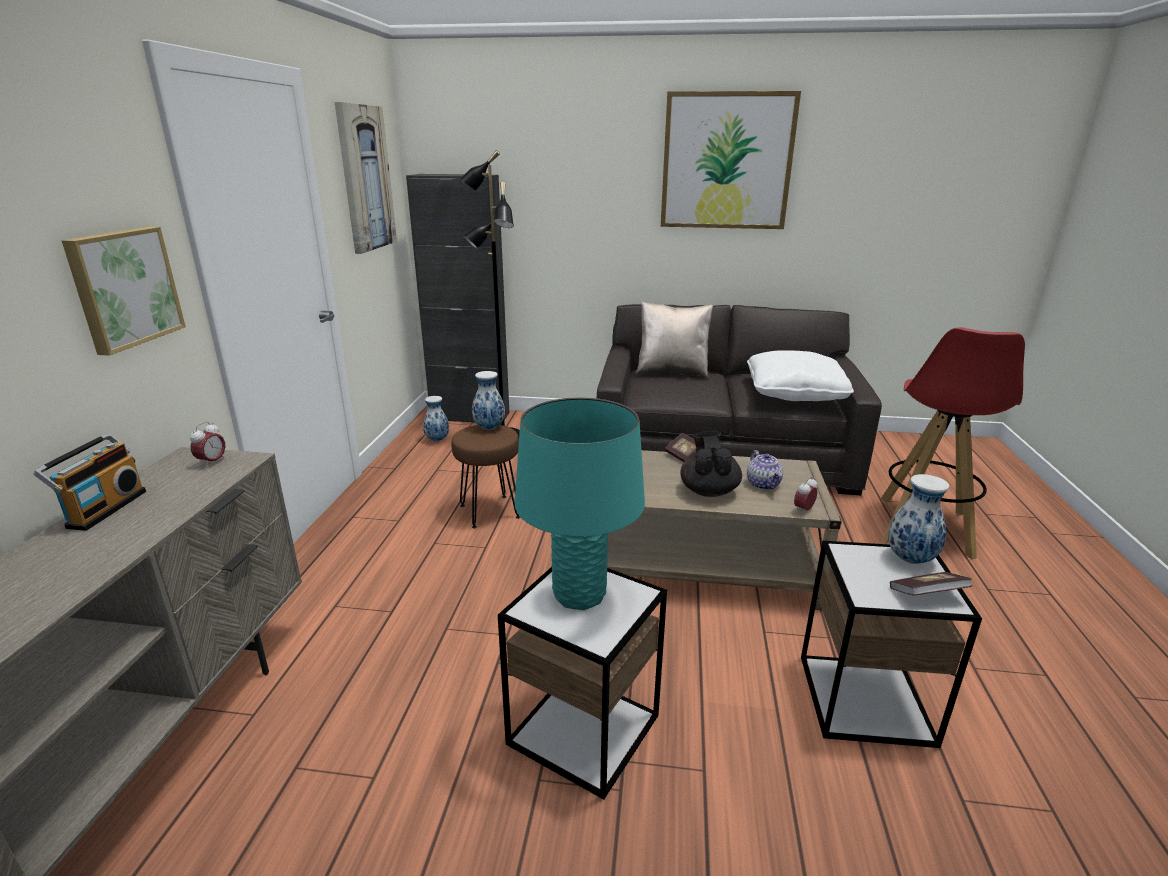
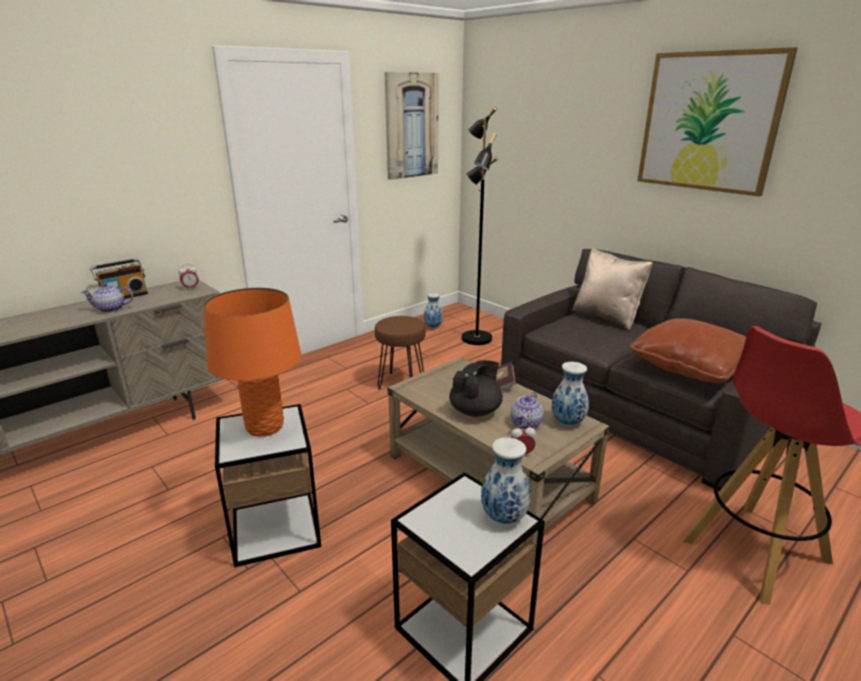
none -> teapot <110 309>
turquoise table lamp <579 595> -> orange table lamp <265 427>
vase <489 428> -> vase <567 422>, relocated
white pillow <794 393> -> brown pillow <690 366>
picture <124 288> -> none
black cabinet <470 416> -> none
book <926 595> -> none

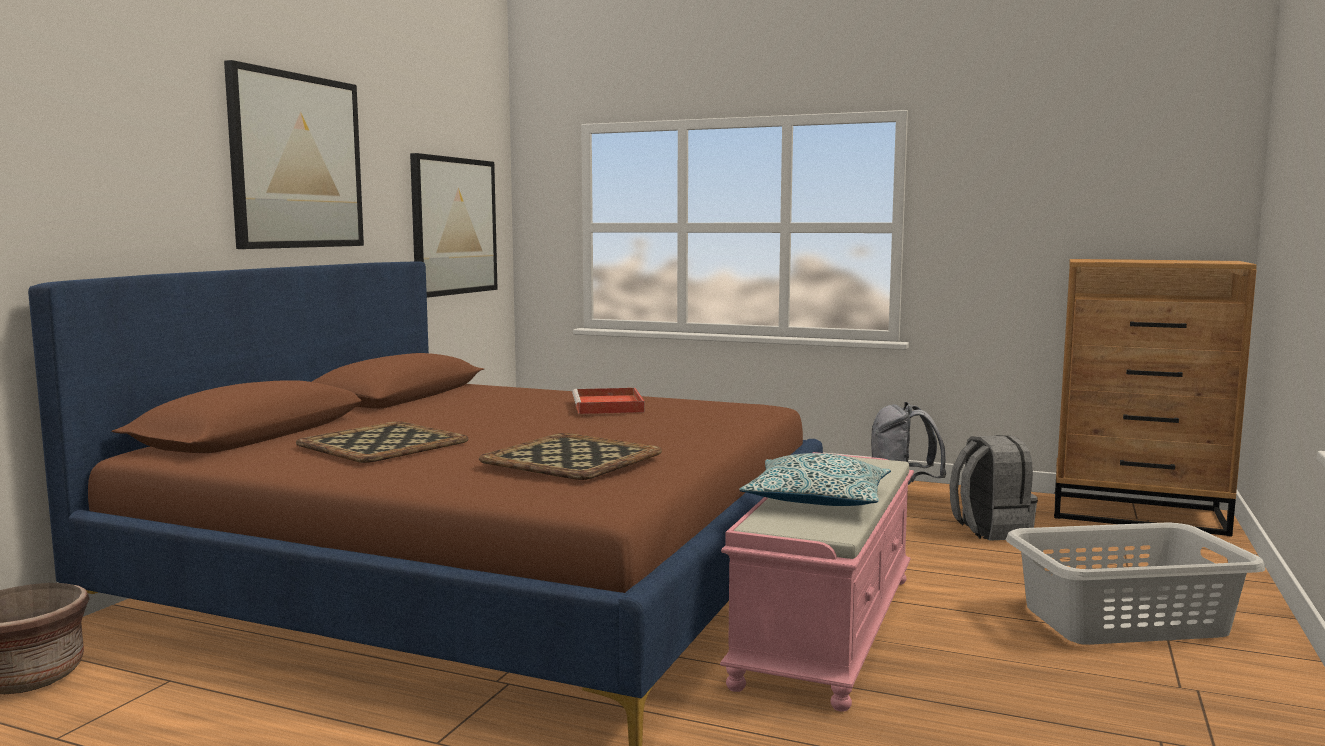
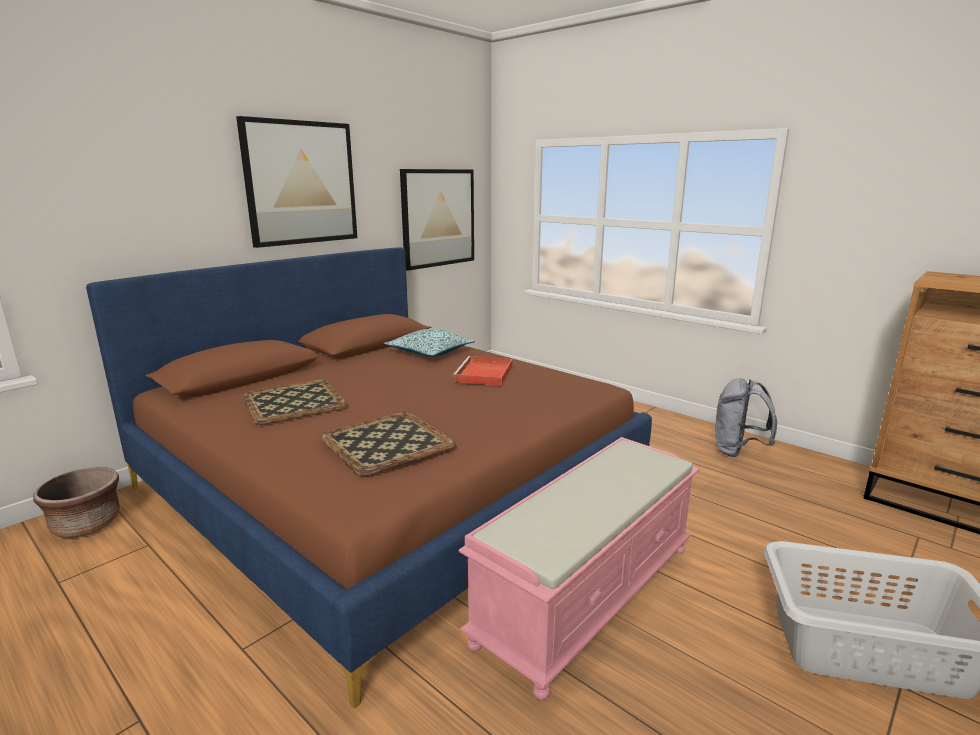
pillow <817 500> -> pillow <429 352>, relocated
grey backpack <989 530> -> none

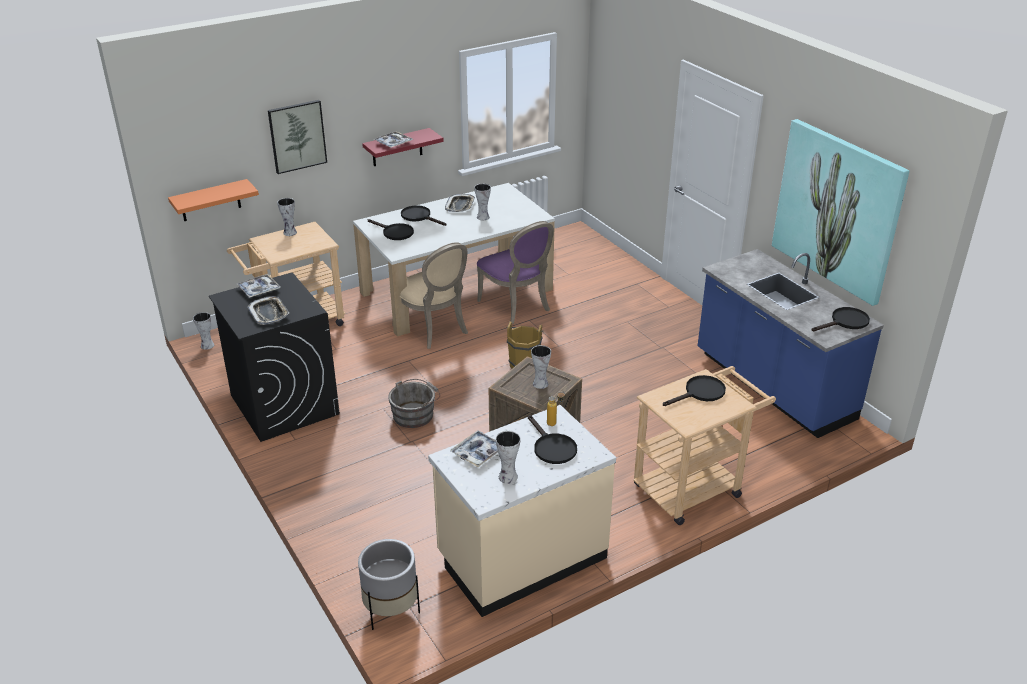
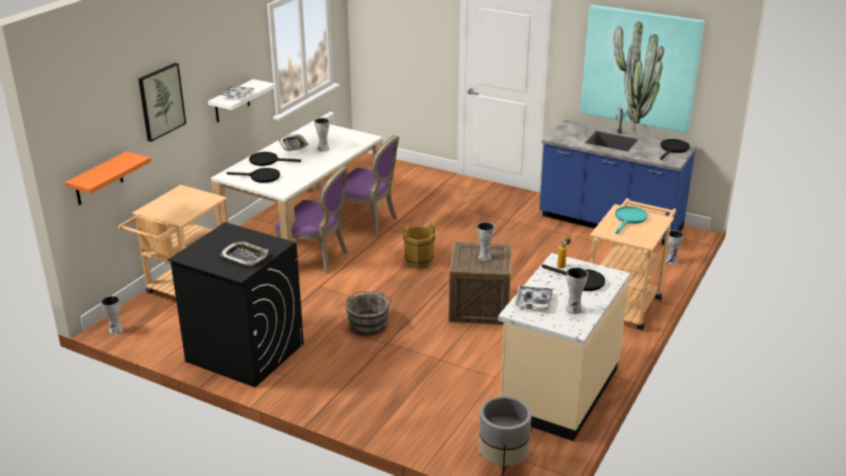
red shelf <397 147> -> white shelf <232 101>
beige chair <434 329> -> purple chair <317 258>
black frying pan <700 393> -> turquoise frying pan <629 219>
vase <290 233> -> vase <672 261>, relocated
tray <259 290> -> none

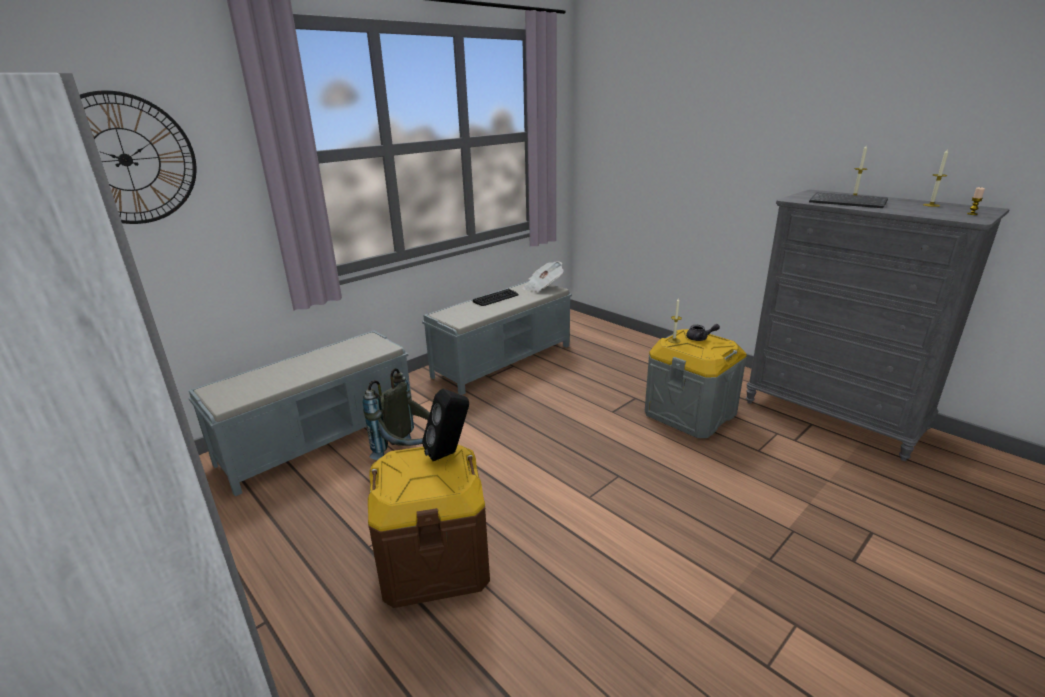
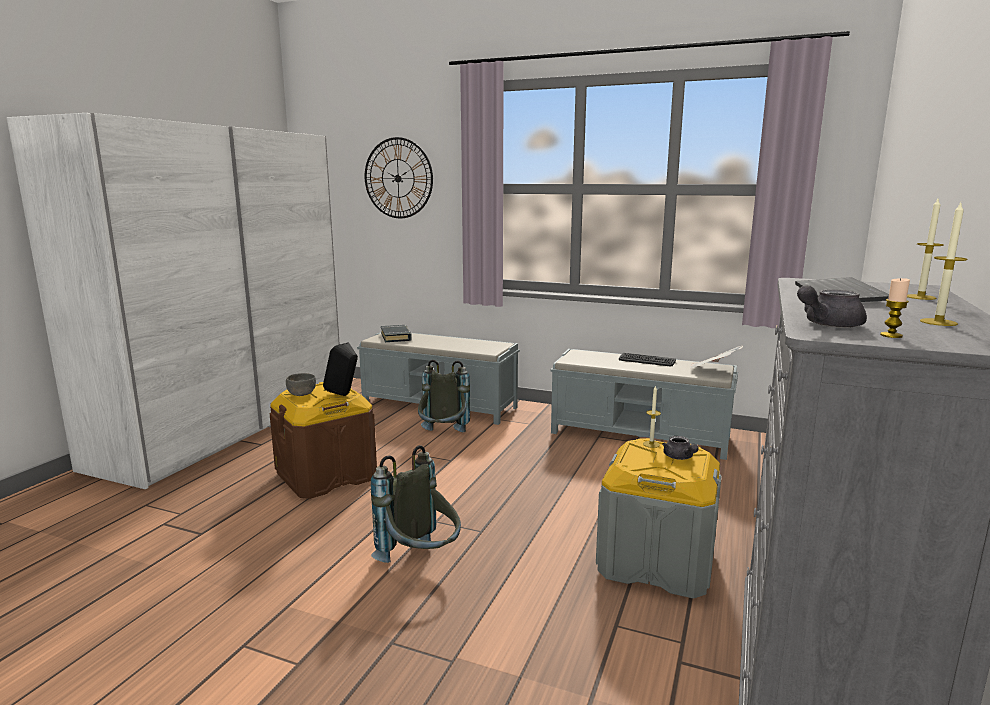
none -> grey bowl <301 393>
none -> grey backpack <421 561>
none -> black book <396 337>
none -> grey teapot <826 325>

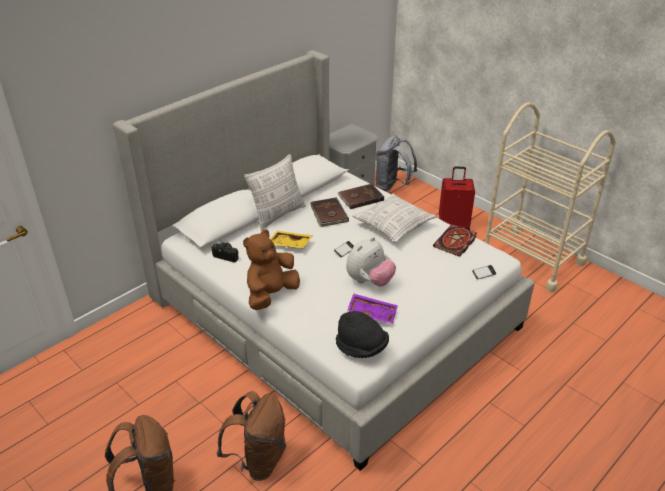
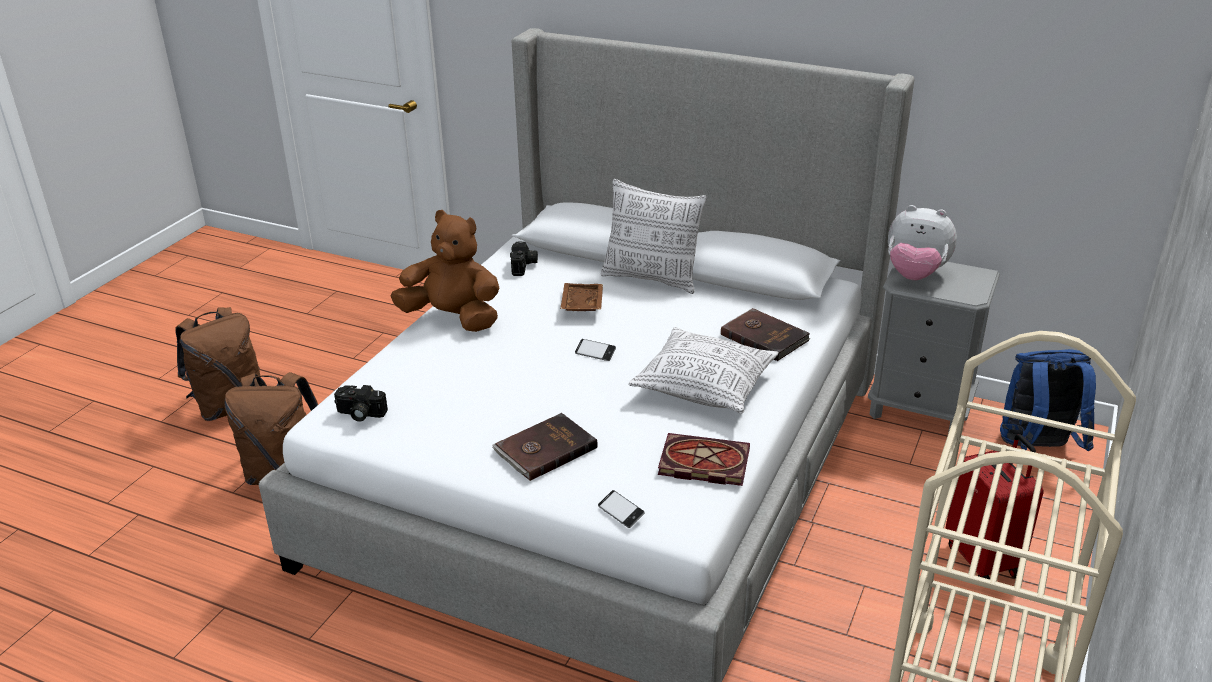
black hat <361 348> -> photo camera <360 414>
brown book <328 214> -> brown book <544 449>, relocated
yellow tray <289 244> -> brown tray <581 305>
plush toy <369 281> -> plush toy <915 275>, relocated
grey backpack <392 186> -> blue backpack <1036 448>
purple tray <372 313> -> none

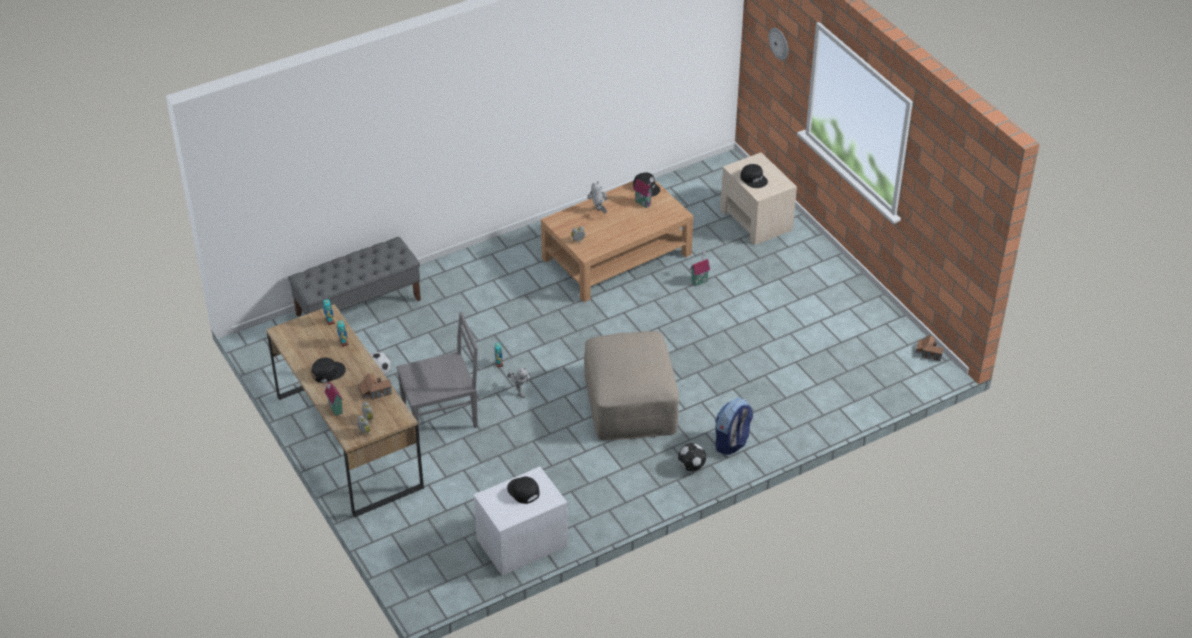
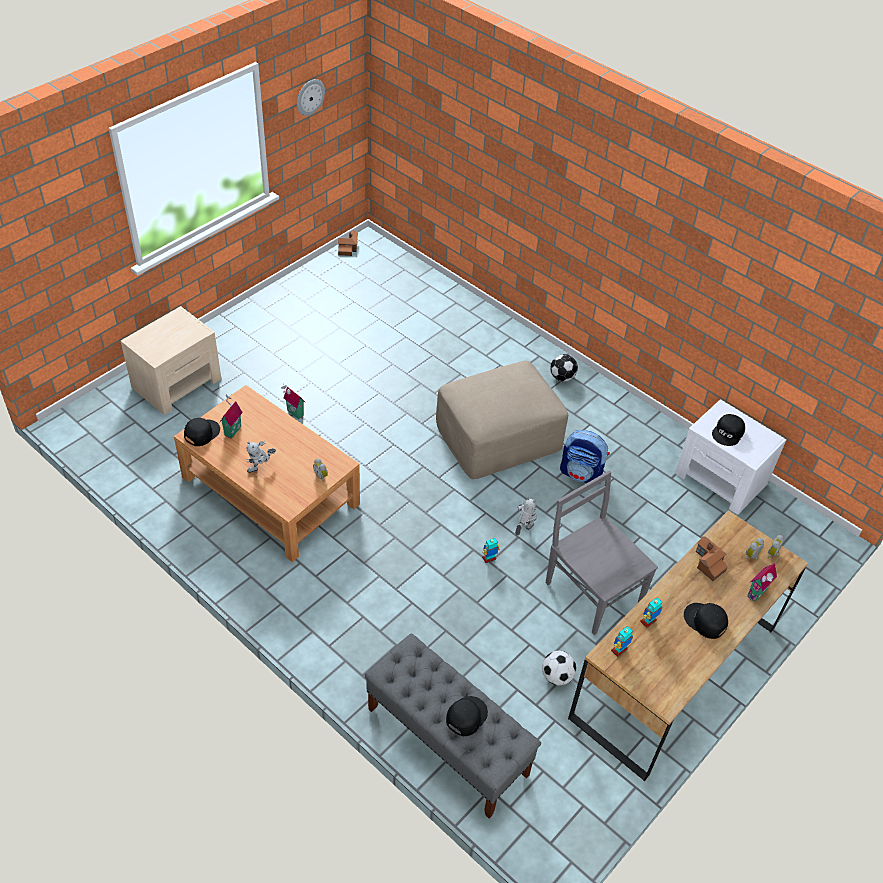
wall clock <779 43> -> wall clock <309 97>, relocated
black cap <754 179> -> black cap <466 716>, relocated
backpack <732 443> -> backpack <581 474>, relocated

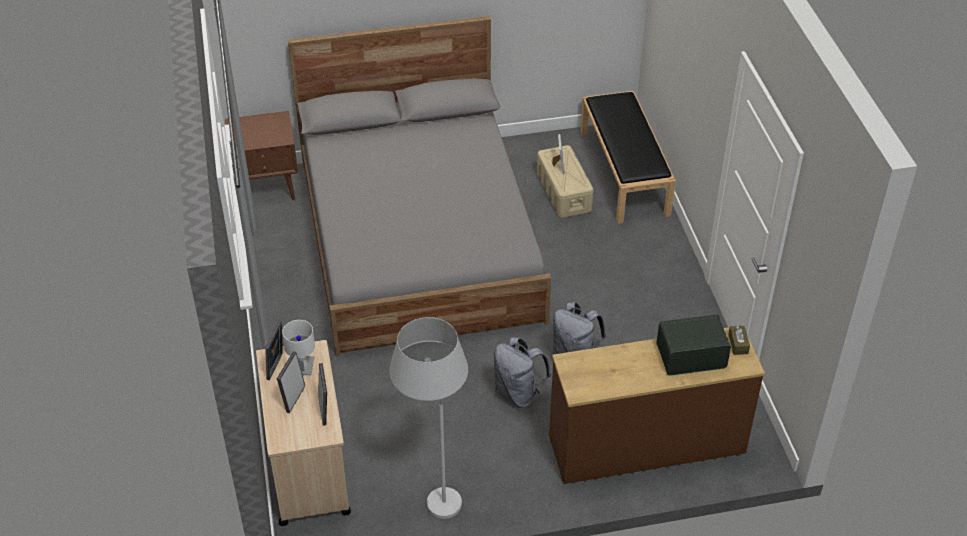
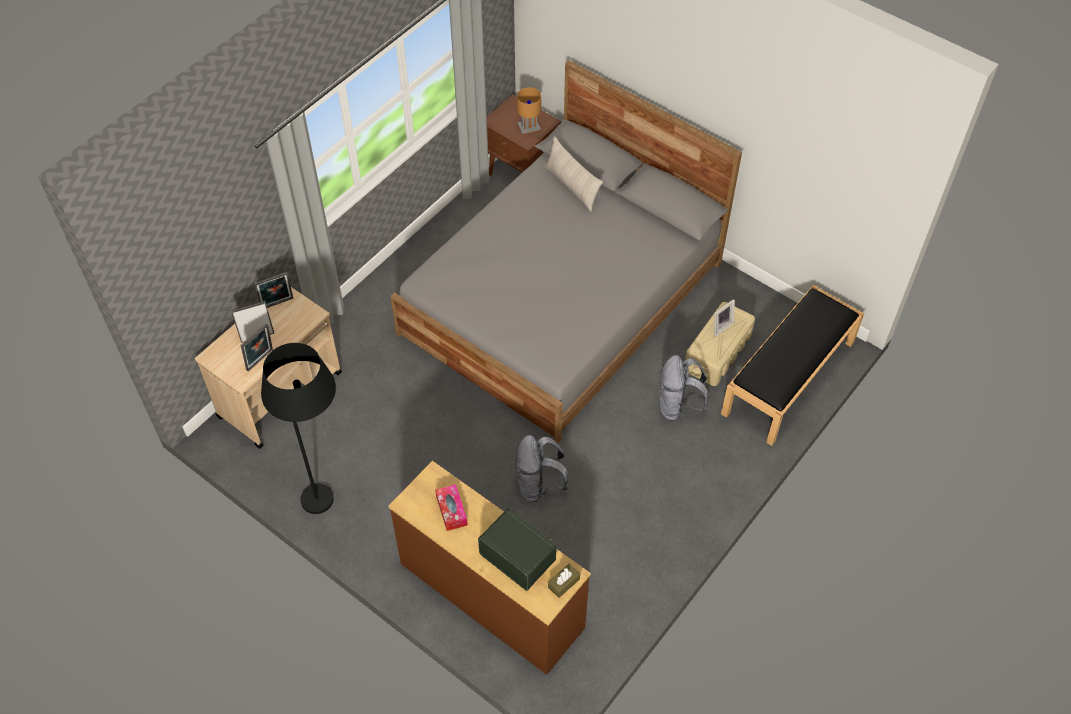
white floor lamp <433 490> -> black floor lamp <324 484>
none -> tissue box <451 510>
none -> brown table lamp <529 127>
none -> beige pillow <572 186>
grey backpack <518 393> -> grey backpack <678 406>, relocated
white table lamp <303 367> -> none

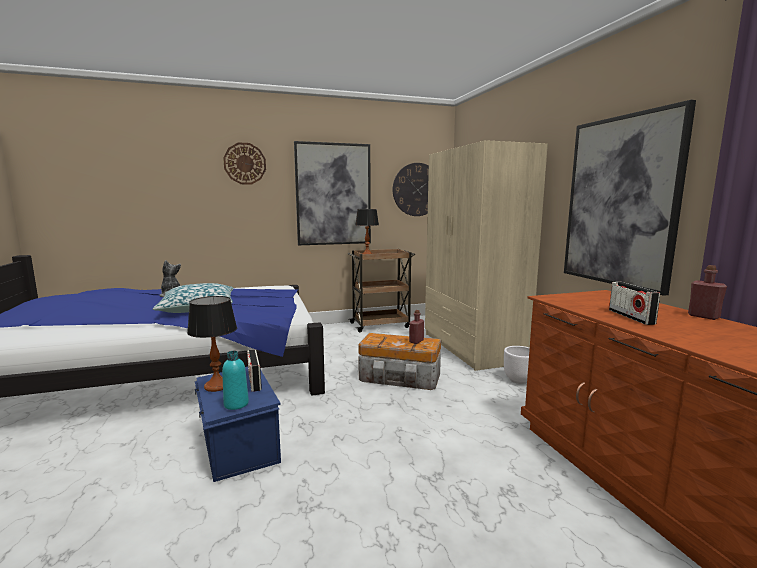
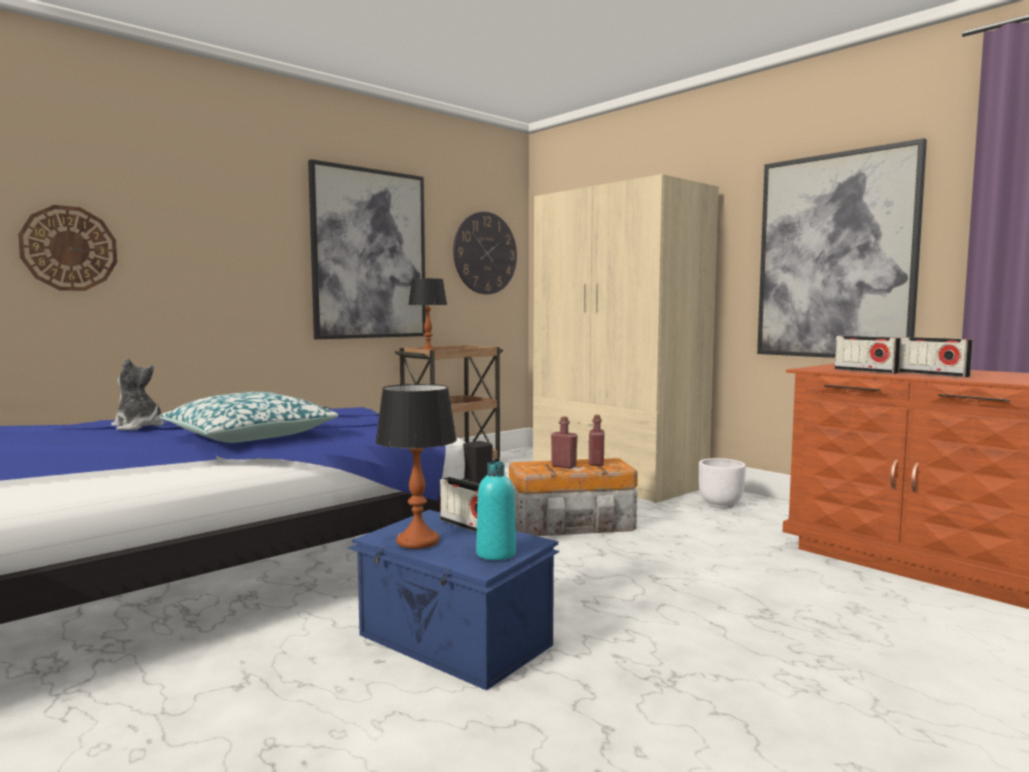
wall clock <245 163> -> wall clock <69 248>, relocated
red bottle <703 316> -> red bottle <564 466>, relocated
none -> radio <865 371>

